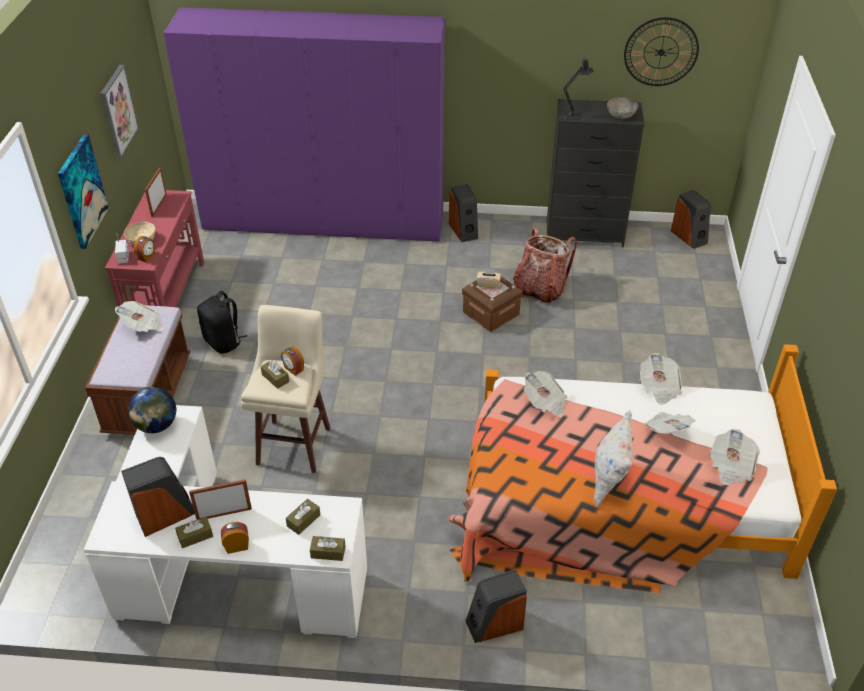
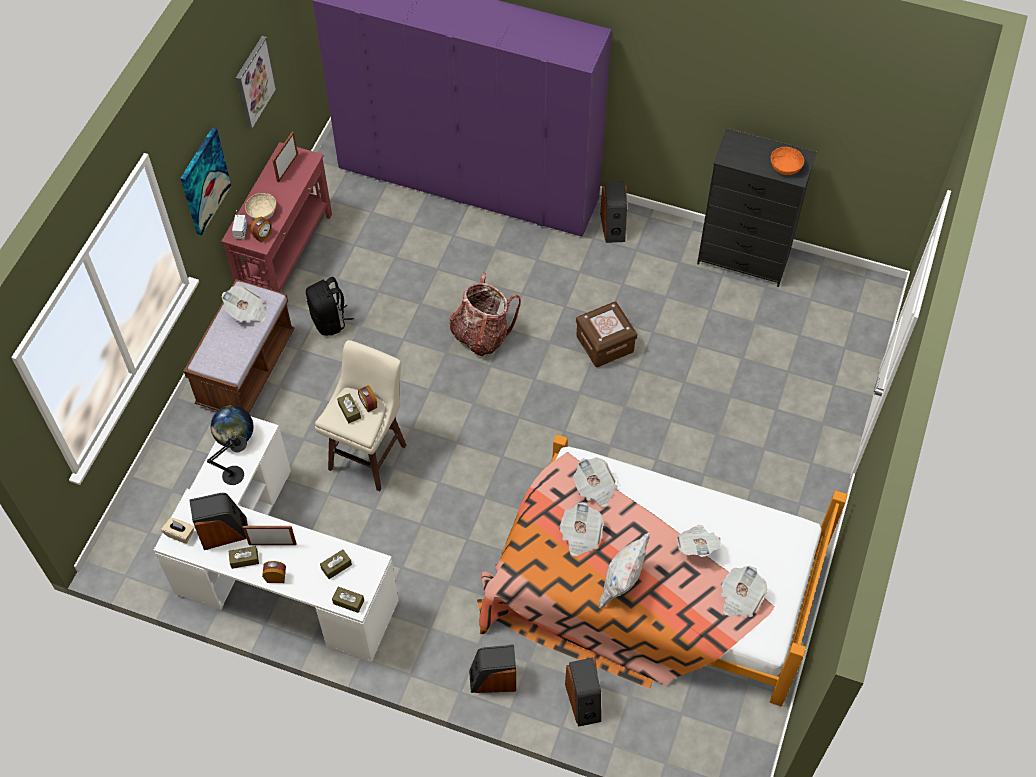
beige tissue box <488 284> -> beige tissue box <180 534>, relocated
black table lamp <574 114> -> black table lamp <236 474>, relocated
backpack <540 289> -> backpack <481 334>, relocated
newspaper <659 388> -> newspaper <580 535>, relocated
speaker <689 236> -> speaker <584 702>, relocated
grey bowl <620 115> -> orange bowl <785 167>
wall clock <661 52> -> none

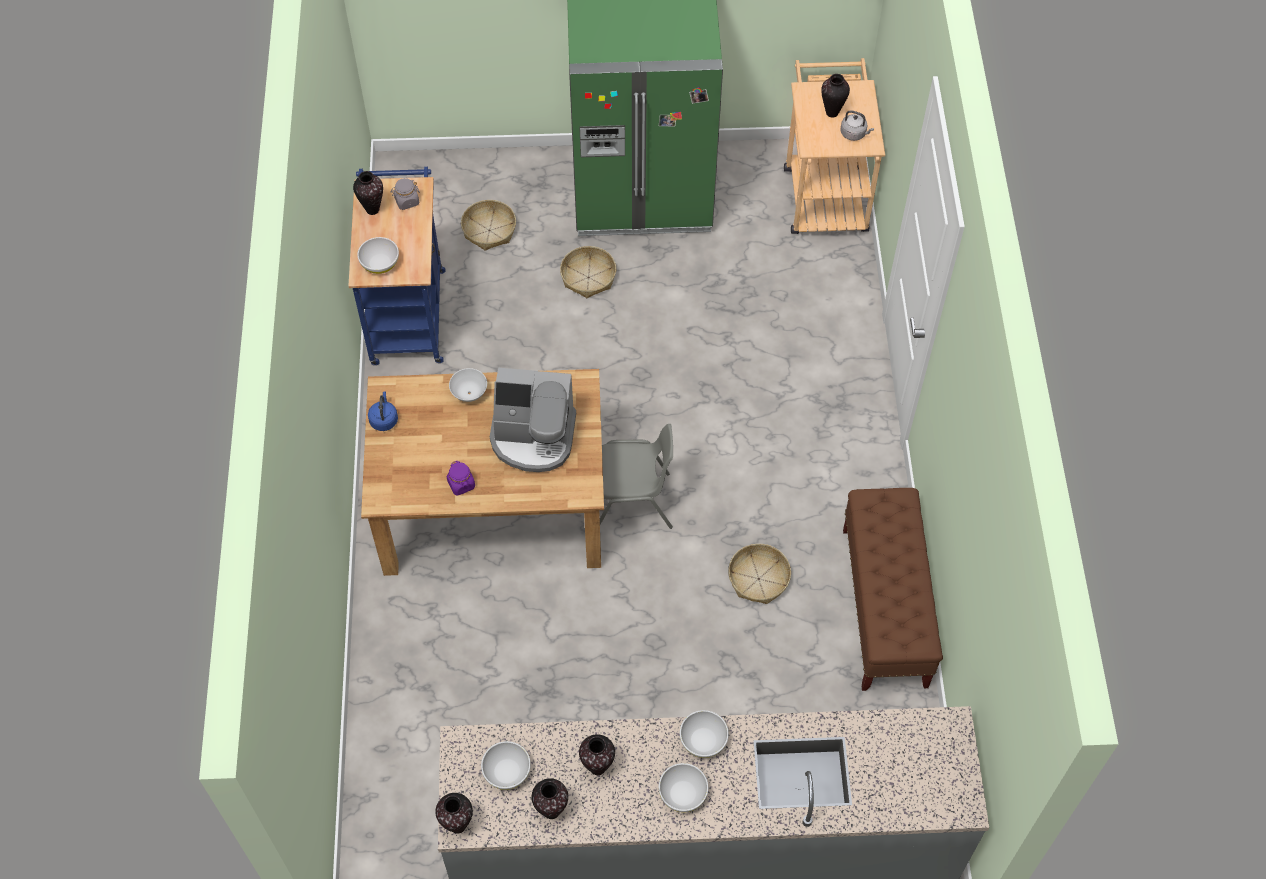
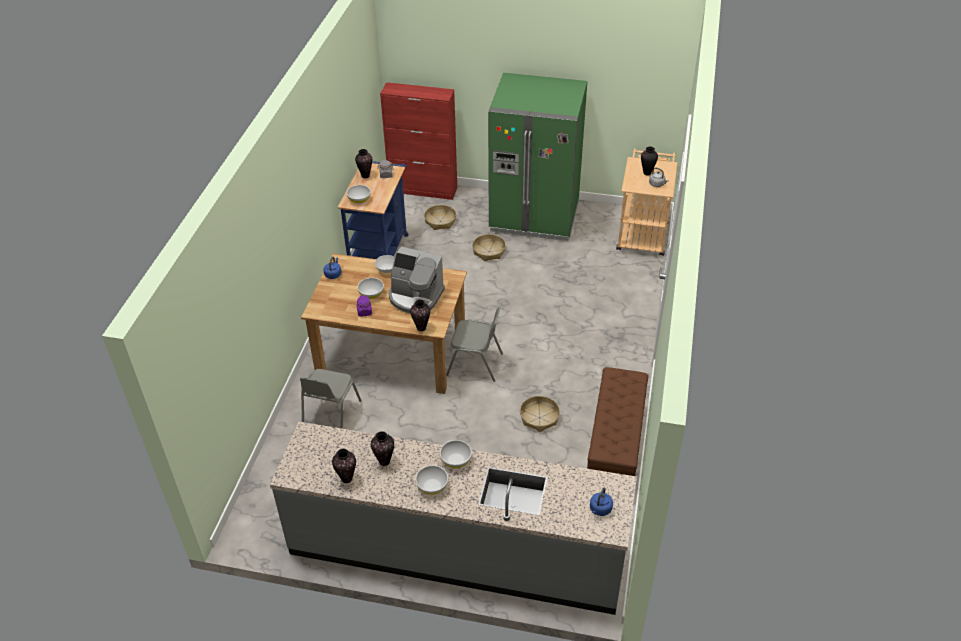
none -> grey chair <330 415>
white bowl <507 772> -> white bowl <371 294>, relocated
none -> red cabinet <423 190>
vase <458 825> -> vase <421 328>, relocated
none -> blue kettle <600 509>

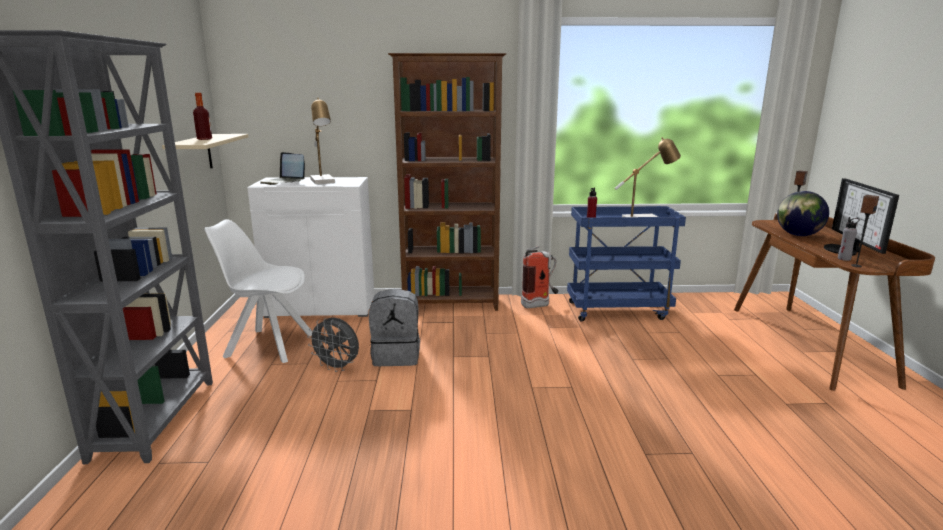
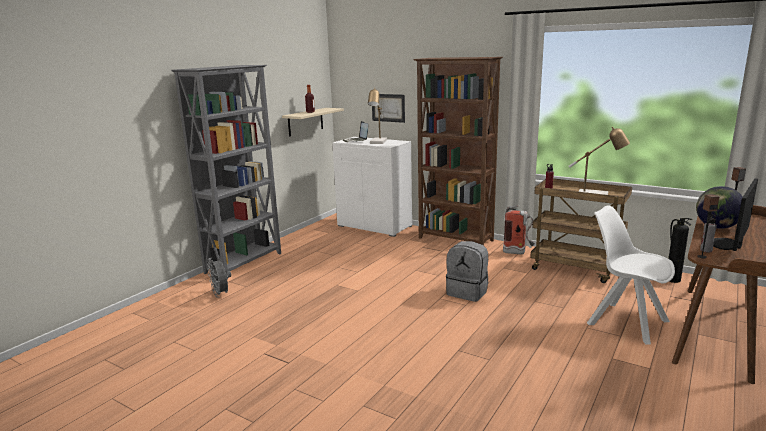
grey fan <337 367> -> grey fan <221 294>, relocated
none -> picture <388 107>
grey backpack <397 356> -> grey backpack <468 292>, relocated
blue cart <618 310> -> brown cart <576 269>
white chair <268 345> -> white chair <625 322>, relocated
none -> fire extinguisher <672 279>

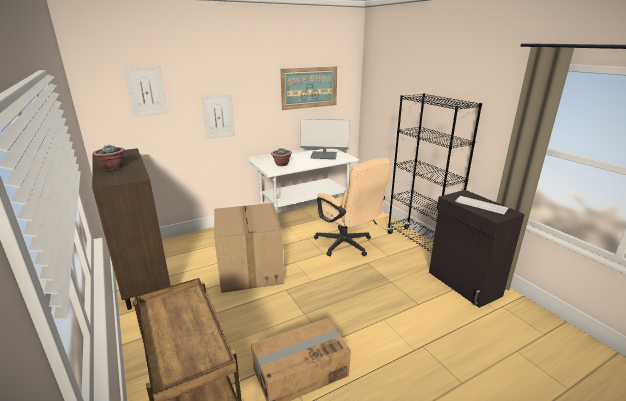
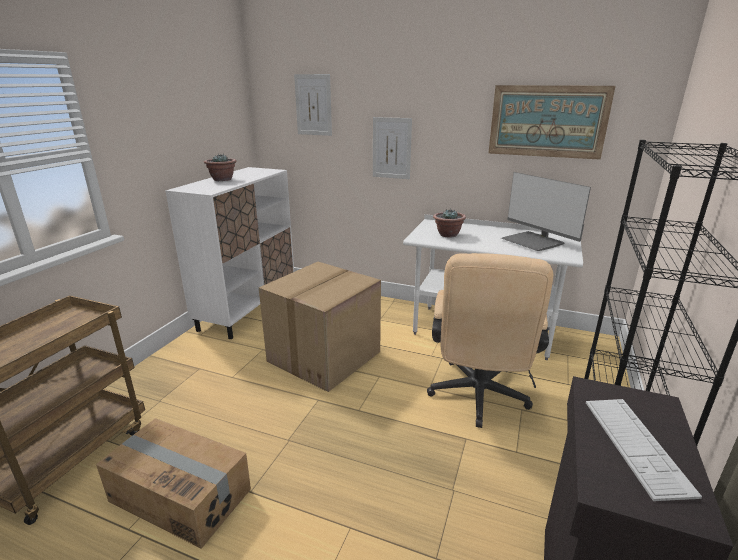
brown cabinet <143 275> -> white cabinet <248 309>

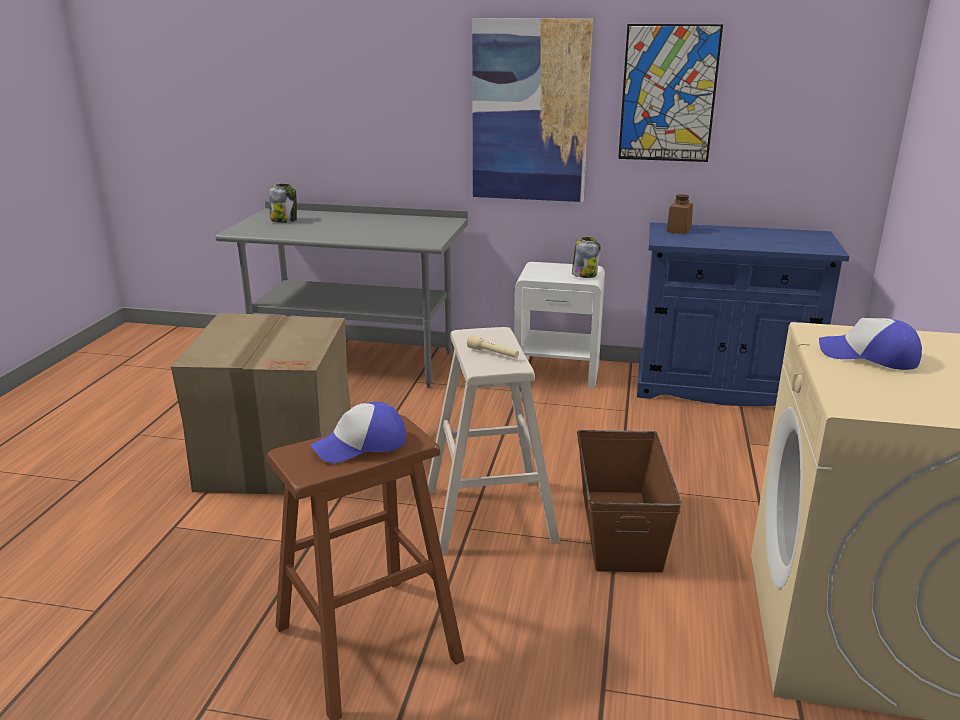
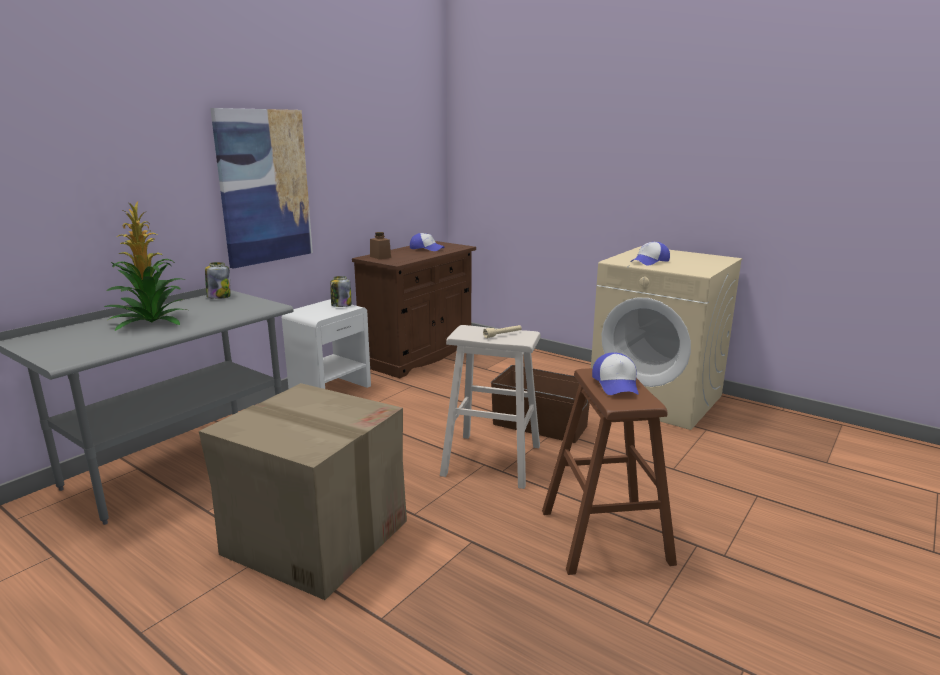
none -> potted plant <151 321>
jar <284 220> -> jar <219 297>, relocated
blue cabinet <722 388> -> brown cabinet <418 355>
none -> cap <426 248>
picture <668 94> -> none

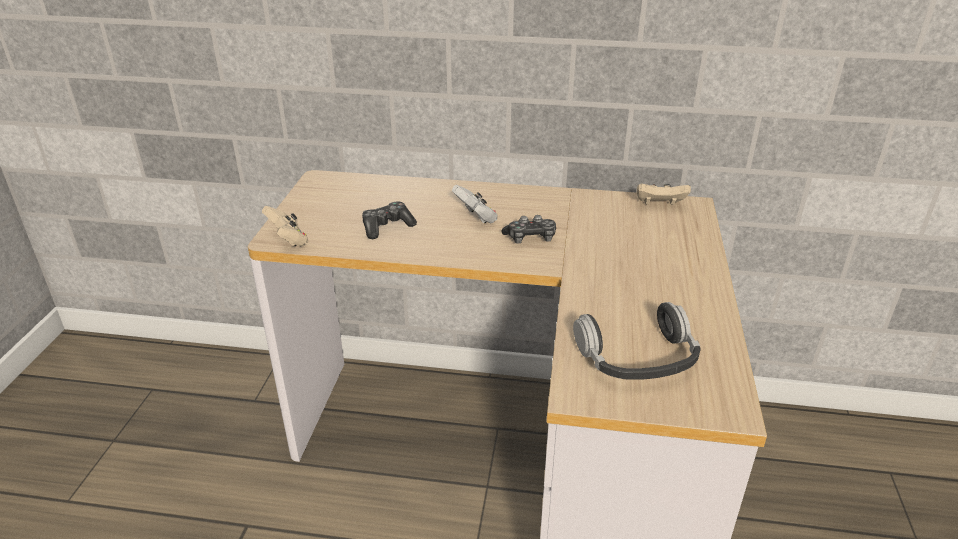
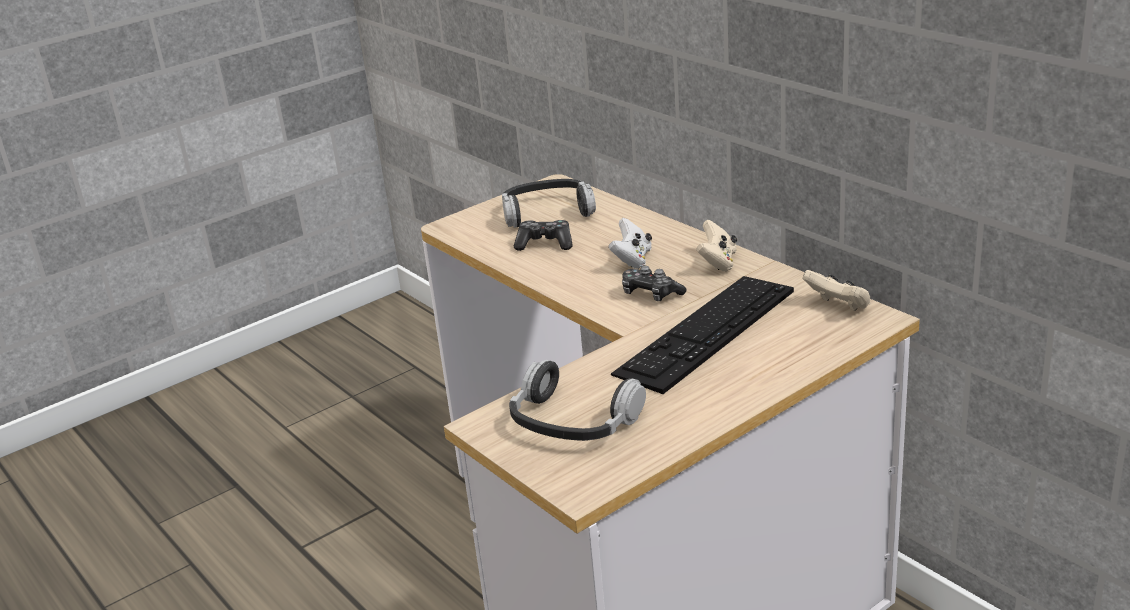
none -> headphones <547 212>
none -> keyboard <706 331>
beige game controller <288 240> -> beige game controller <718 262>, relocated

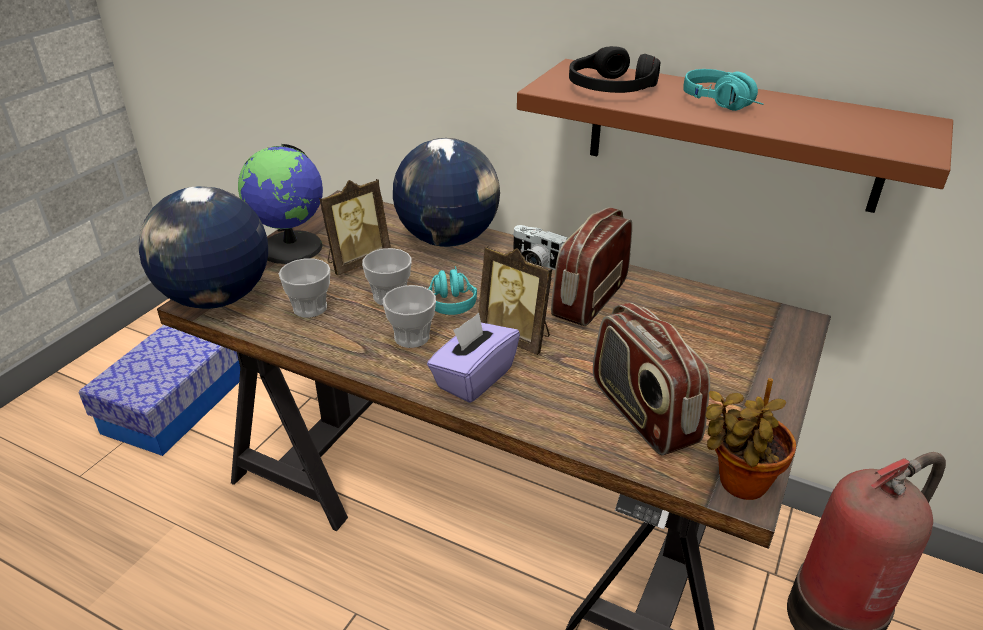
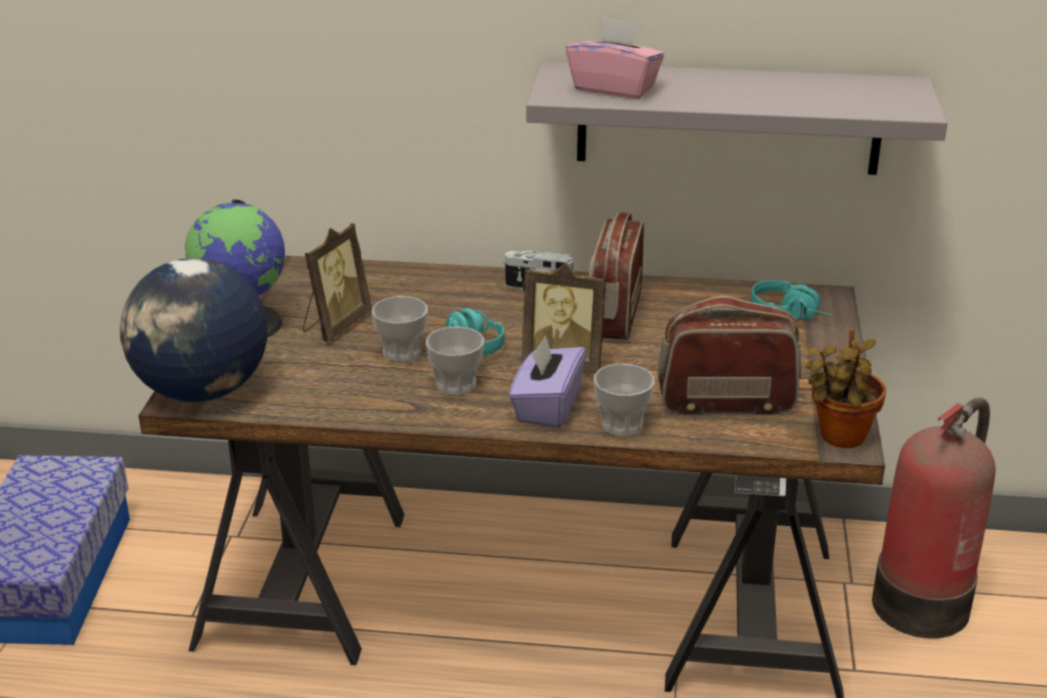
brown shelf <732 135> -> grey shelf <728 118>
black headphones <610 88> -> pink tissue box <614 88>
cup <310 308> -> cup <622 424>, relocated
radio <641 413> -> radio <726 402>, 135 degrees clockwise
turquoise headphones <725 104> -> turquoise headphones <792 313>, relocated
globe <448 239> -> none

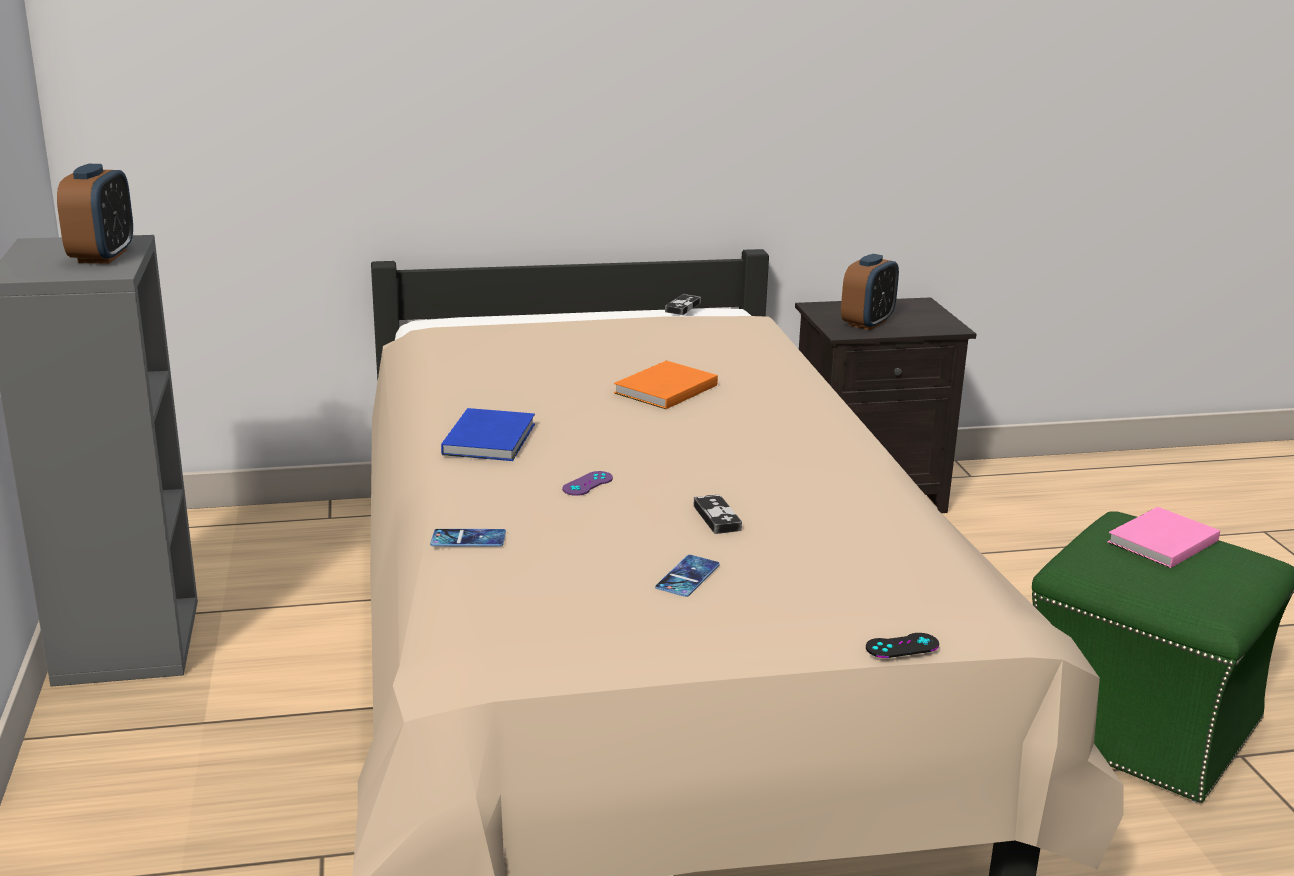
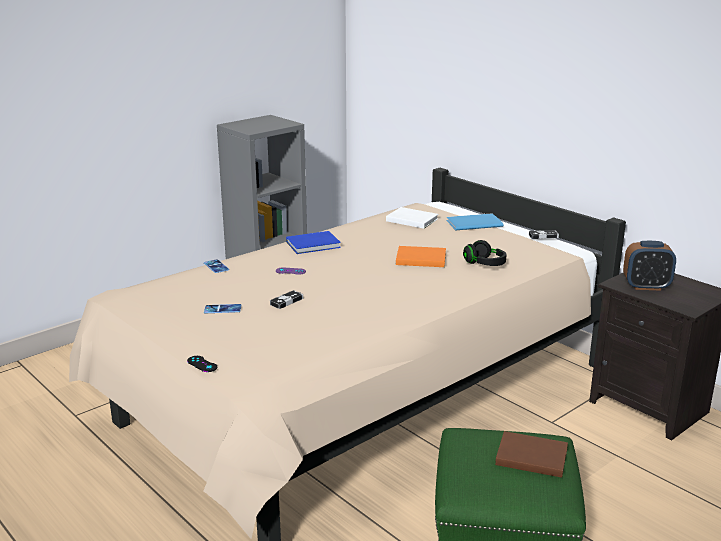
none -> white book <411 219>
none -> blue book <472 223>
none -> black headphones <485 264>
pink book <1160 542> -> brown book <529 456>
alarm clock <102 256> -> none

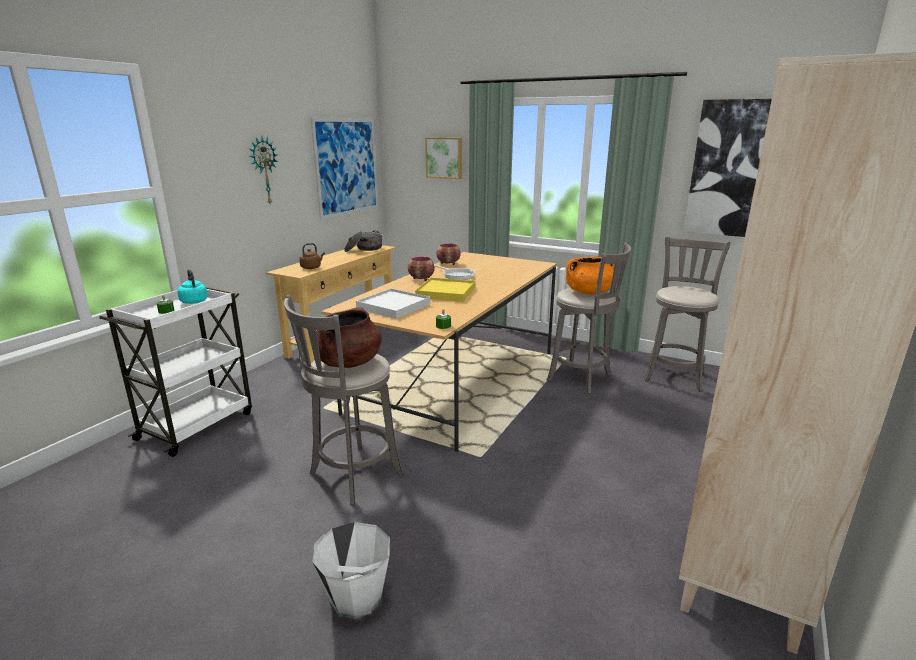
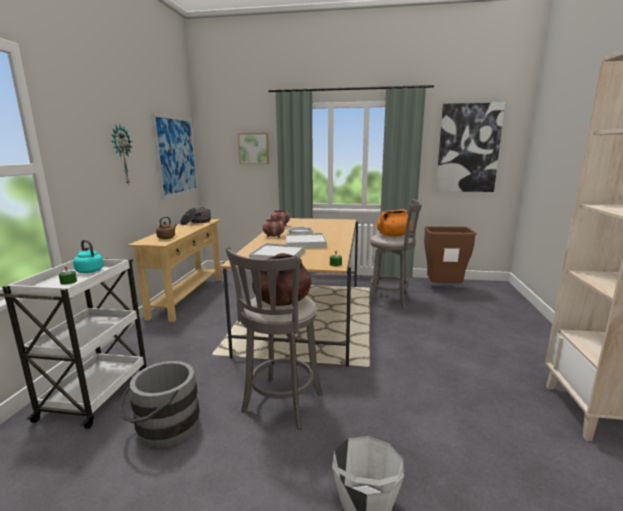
none -> grey bucket <163 430>
yellow tray <446 292> -> white tray <305 243>
grey stool <674 375> -> brown trash can <444 288>

